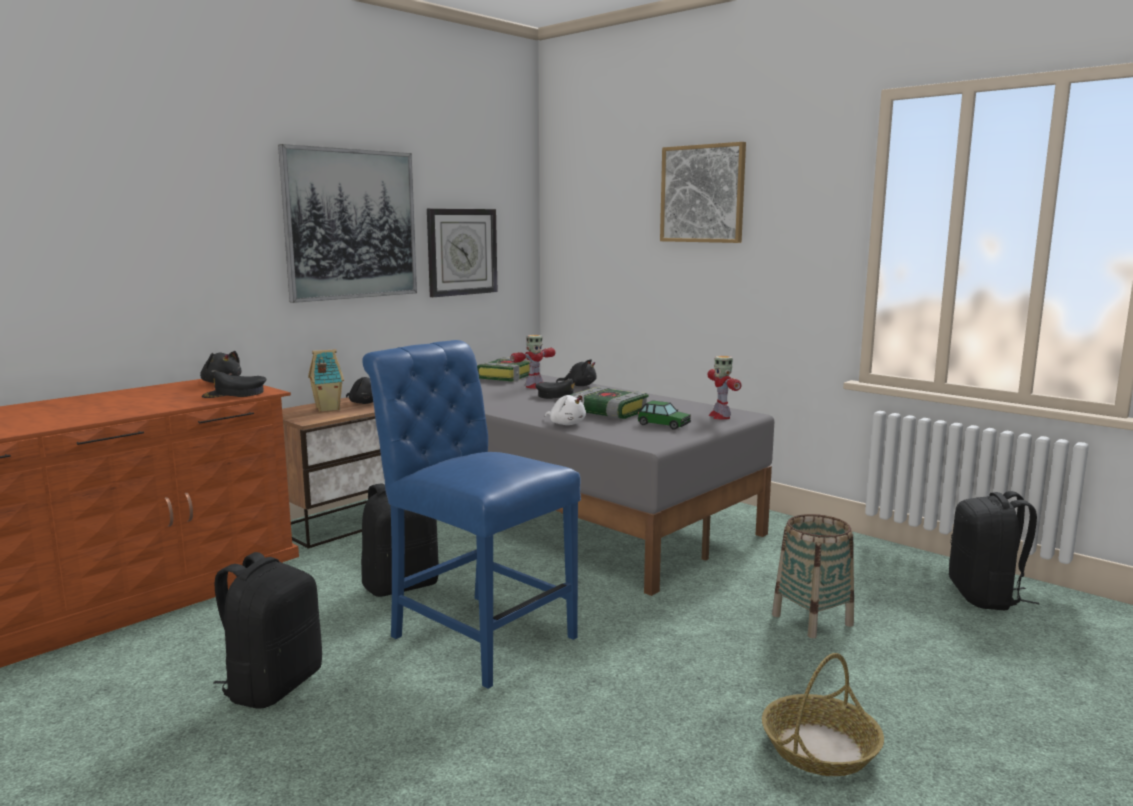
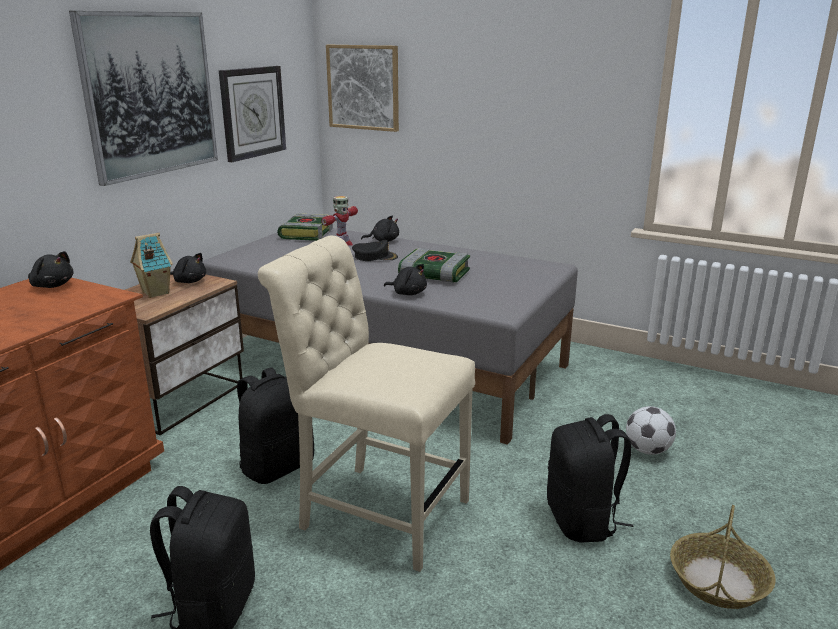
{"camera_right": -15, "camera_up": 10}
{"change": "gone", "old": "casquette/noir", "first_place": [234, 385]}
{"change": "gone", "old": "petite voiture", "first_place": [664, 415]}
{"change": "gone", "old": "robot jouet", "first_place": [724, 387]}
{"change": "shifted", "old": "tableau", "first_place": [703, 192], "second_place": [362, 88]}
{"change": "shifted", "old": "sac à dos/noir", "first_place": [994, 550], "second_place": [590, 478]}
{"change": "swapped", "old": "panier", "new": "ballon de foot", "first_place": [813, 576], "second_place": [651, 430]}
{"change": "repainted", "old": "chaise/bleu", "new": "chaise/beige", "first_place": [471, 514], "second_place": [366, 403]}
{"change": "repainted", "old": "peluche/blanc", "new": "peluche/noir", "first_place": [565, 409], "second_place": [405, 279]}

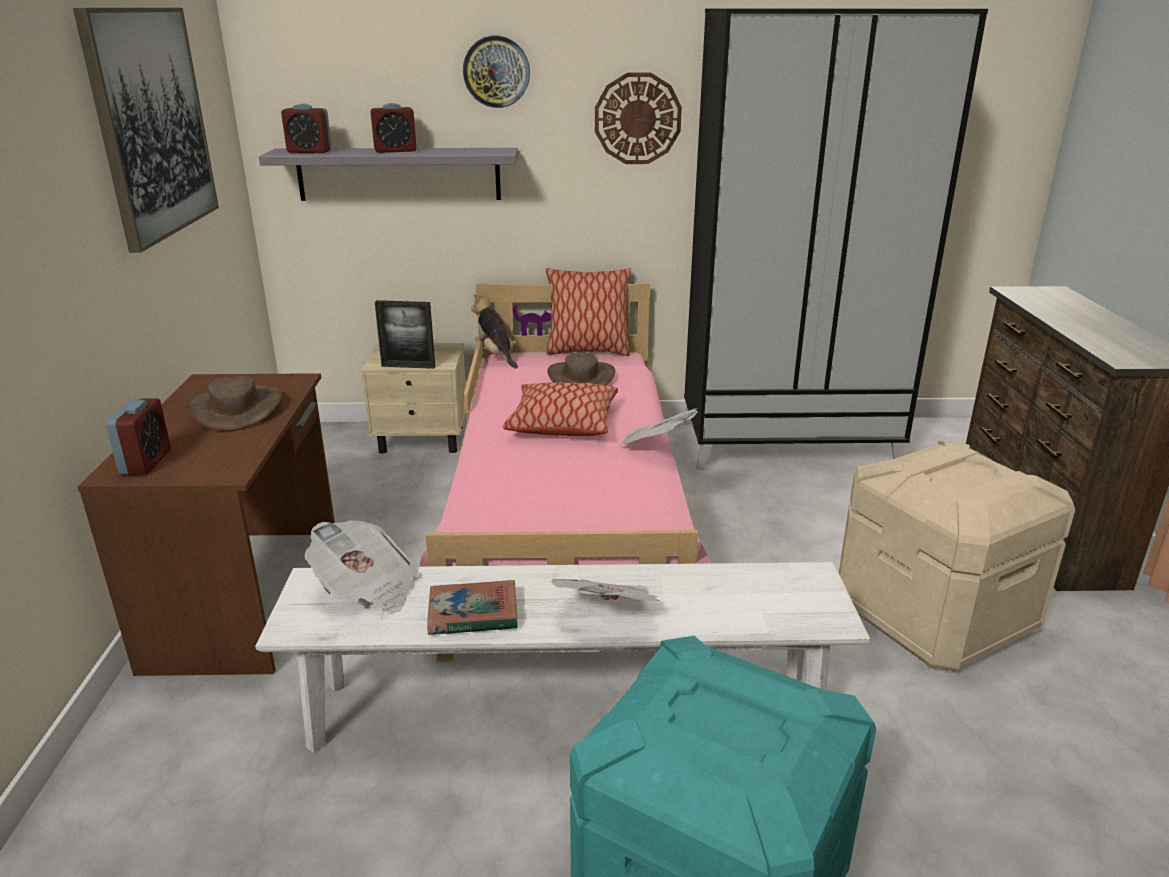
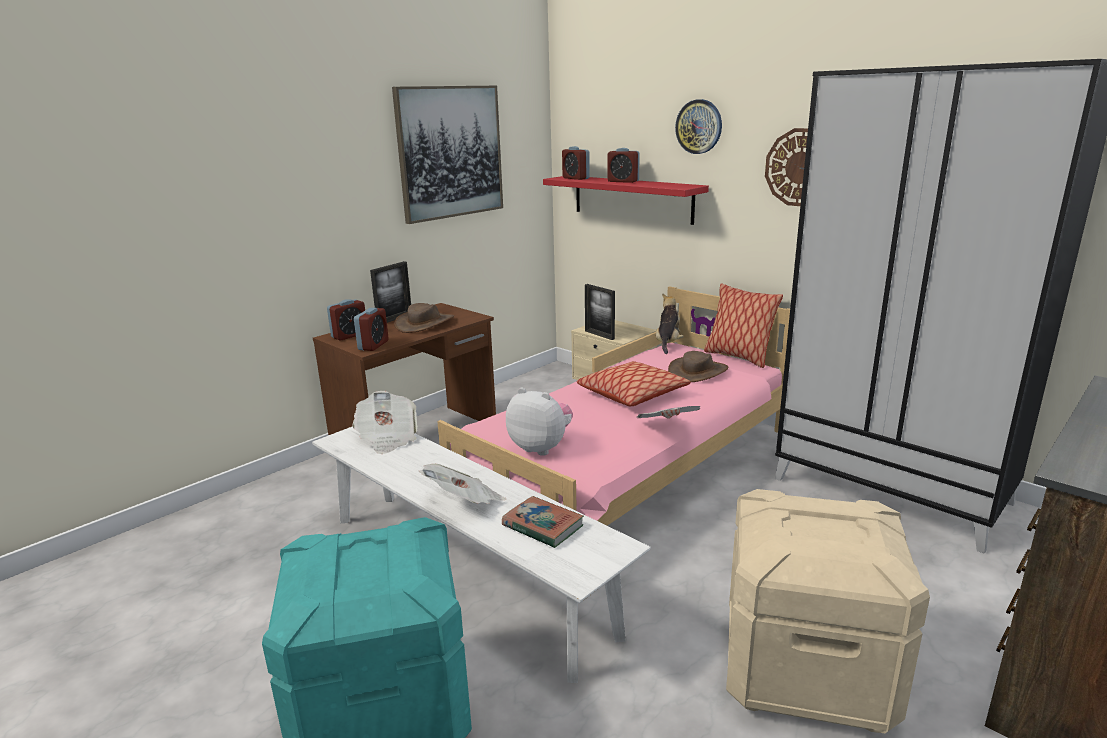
{"camera_right": 45, "camera_up": -5}
{"change": "new", "new": "réveil", "second_place": [371, 329]}
{"change": "new", "new": "cadre photo", "second_place": [390, 292]}
{"change": "new", "new": "peluche", "second_place": [539, 421]}
{"change": "shifted", "old": "livre", "first_place": [472, 607], "second_place": [543, 522]}
{"change": "repainted", "old": "étagère/gris", "new": "étagère/rouge", "first_place": [388, 174], "second_place": [626, 200]}

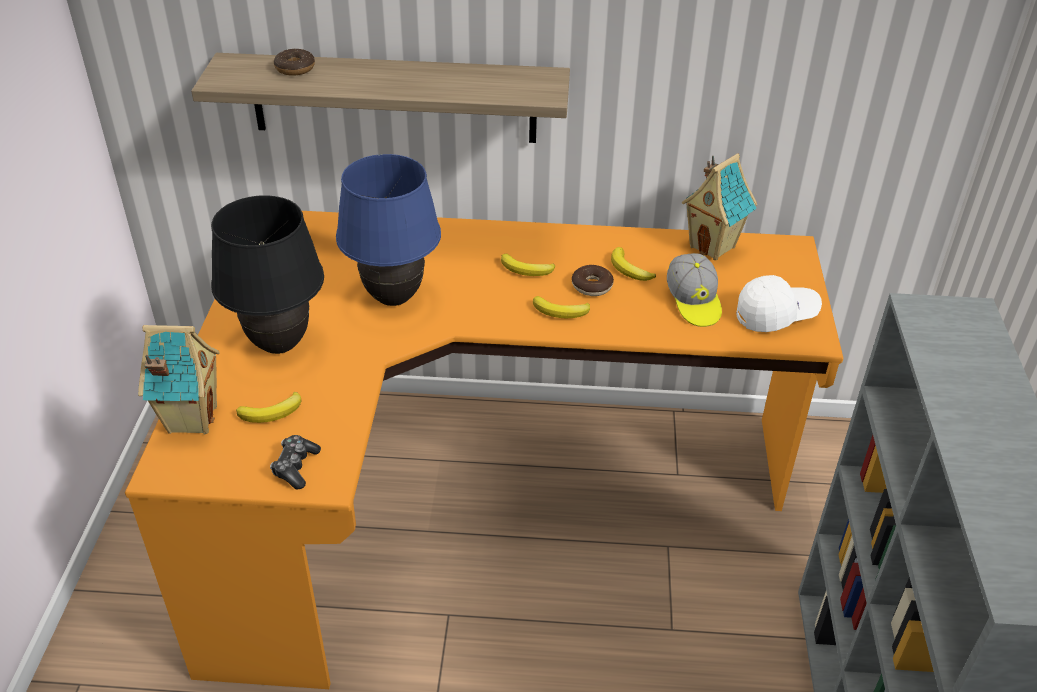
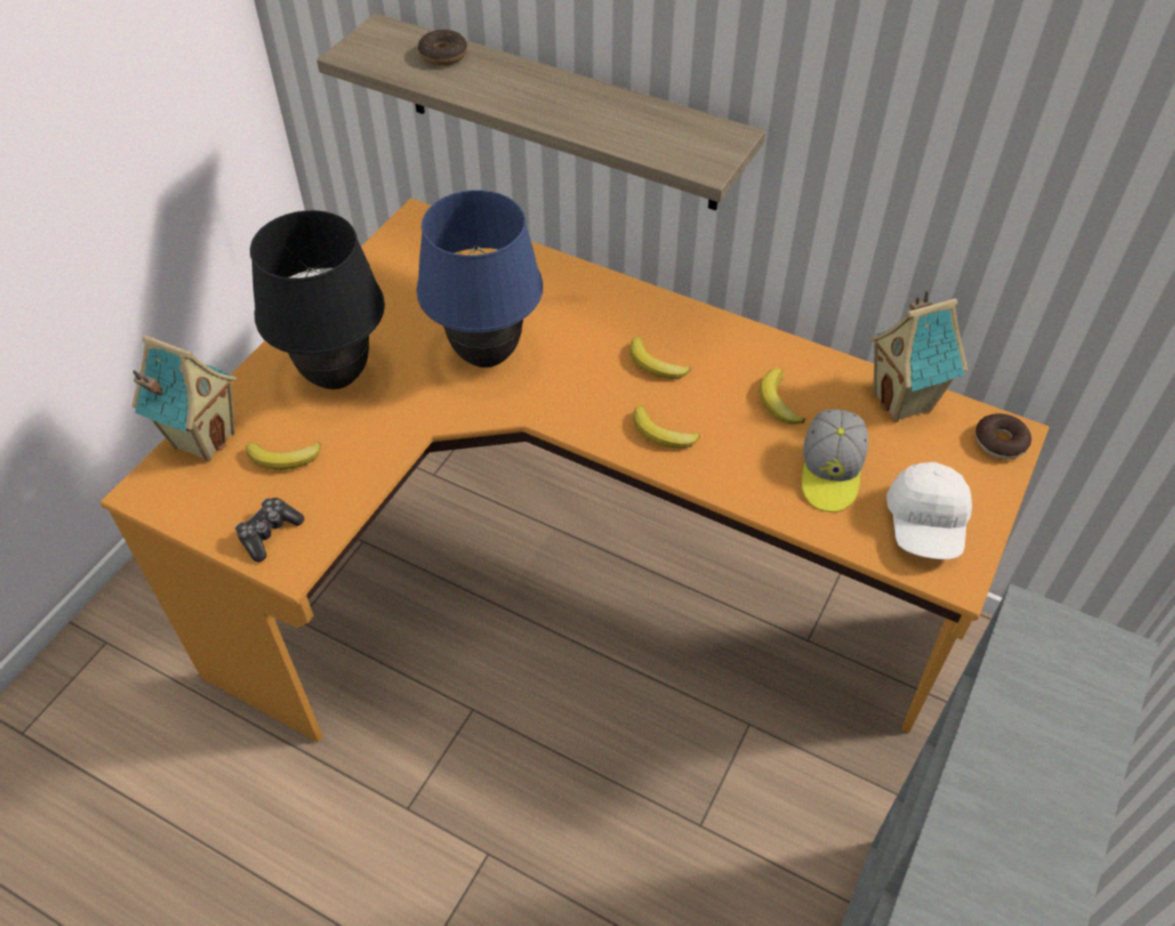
{"camera_right": 25, "camera_up": 10}
{"change": "shifted", "old": "beignet", "first_place": [593, 280], "second_place": [1003, 436]}
{"change": "rotated", "old": "casquette/blanc", "first_place": [779, 303], "second_place": [929, 510], "degrees": 90}

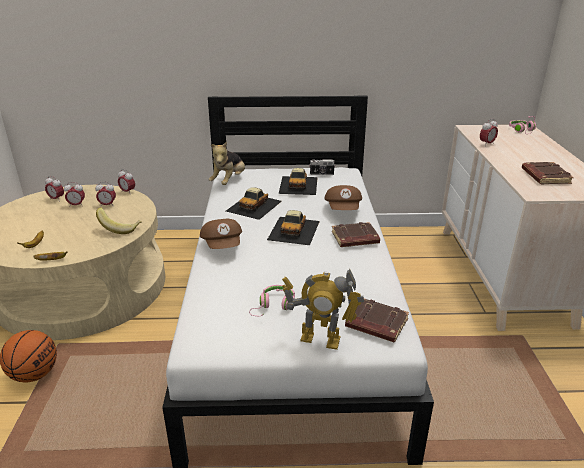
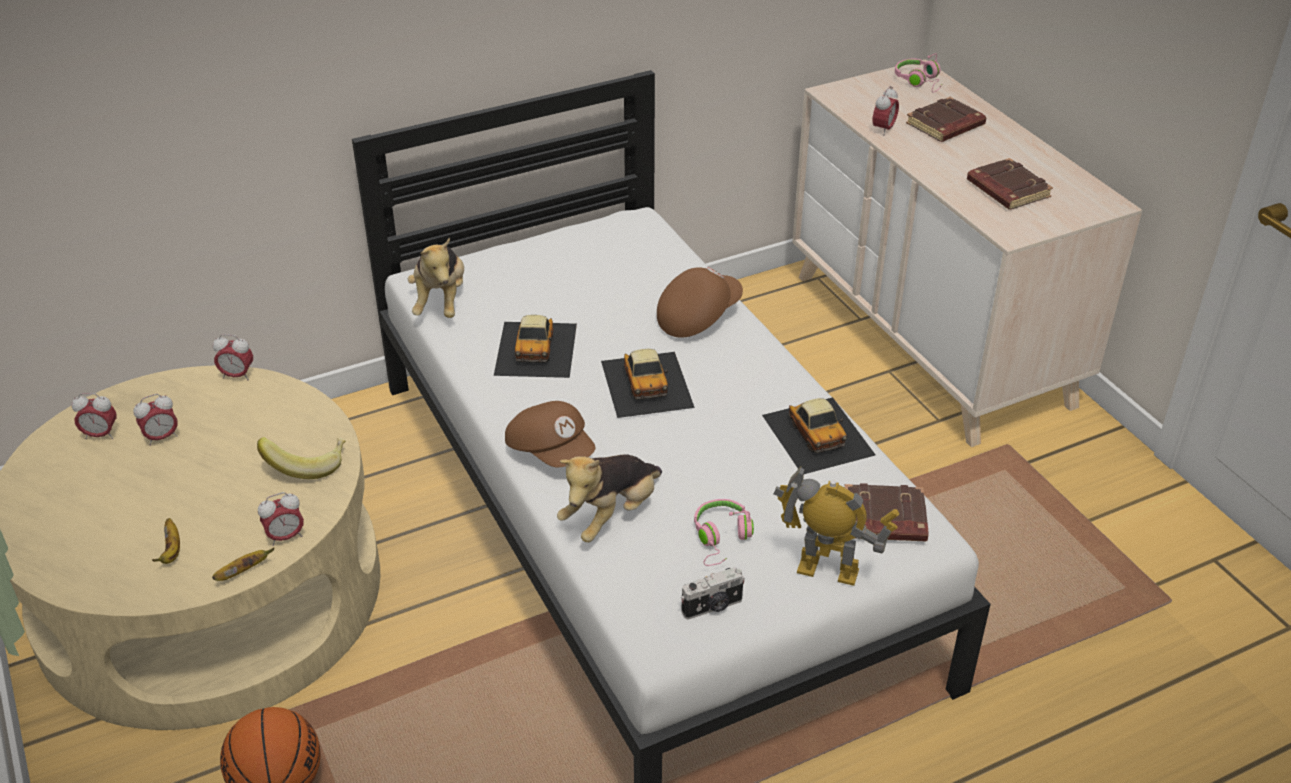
{"camera_right": -25, "camera_up": 10}
{"change": "new", "new": "peluche", "second_place": [609, 498]}
{"change": "shifted", "old": "réveil", "first_place": [105, 194], "second_place": [281, 519]}
{"change": "shifted", "old": "petite voiture", "first_place": [298, 181], "second_place": [818, 435]}
{"change": "shifted", "old": "appareil photo", "first_place": [322, 167], "second_place": [713, 593]}
{"change": "shifted", "old": "livre/marron", "first_place": [356, 234], "second_place": [946, 119]}
{"change": "rotated", "old": "robot jouet", "first_place": [323, 309], "second_place": [836, 525], "degrees": -150}
{"change": "rotated", "old": "casquette/marron", "first_place": [343, 197], "second_place": [700, 302], "degrees": -105}

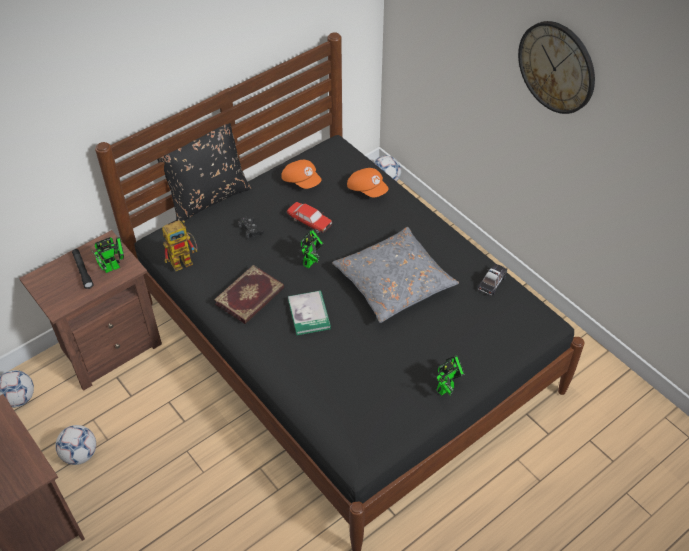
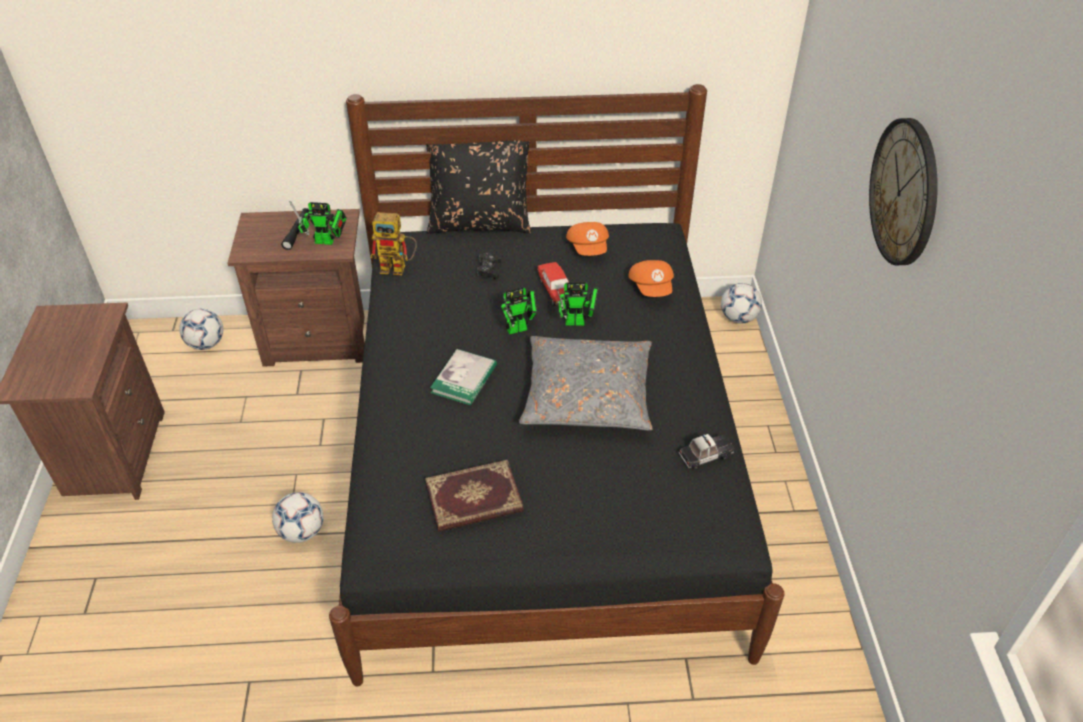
{"camera_right": 35, "camera_up": -5}
{"change": "shifted", "old": "ballon de foot", "first_place": [75, 445], "second_place": [297, 517]}
{"change": "shifted", "old": "livre", "first_place": [249, 294], "second_place": [474, 496]}
{"change": "shifted", "old": "robot jouet", "first_place": [451, 375], "second_place": [577, 304]}

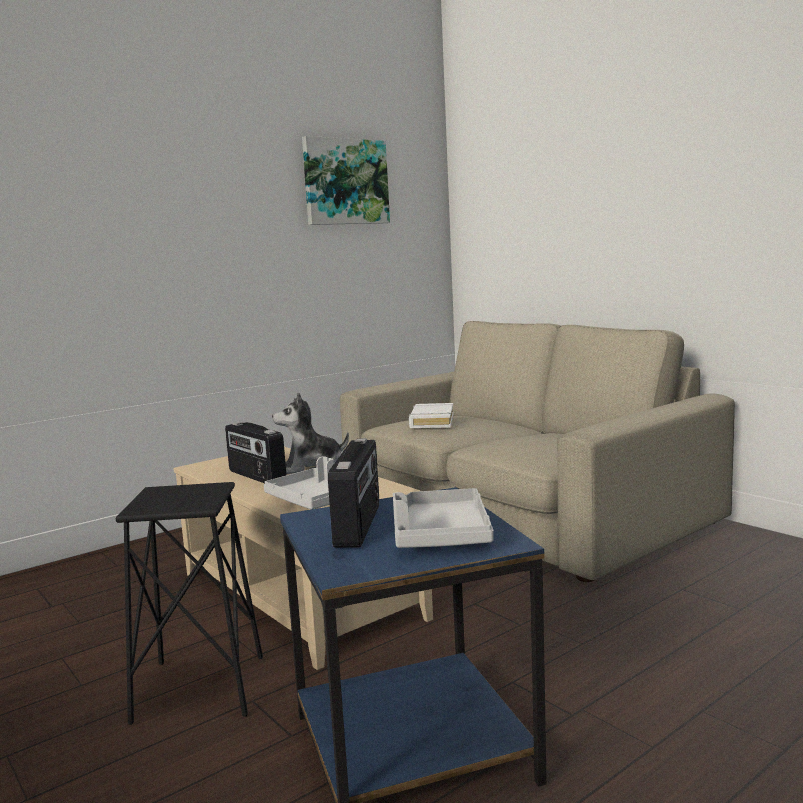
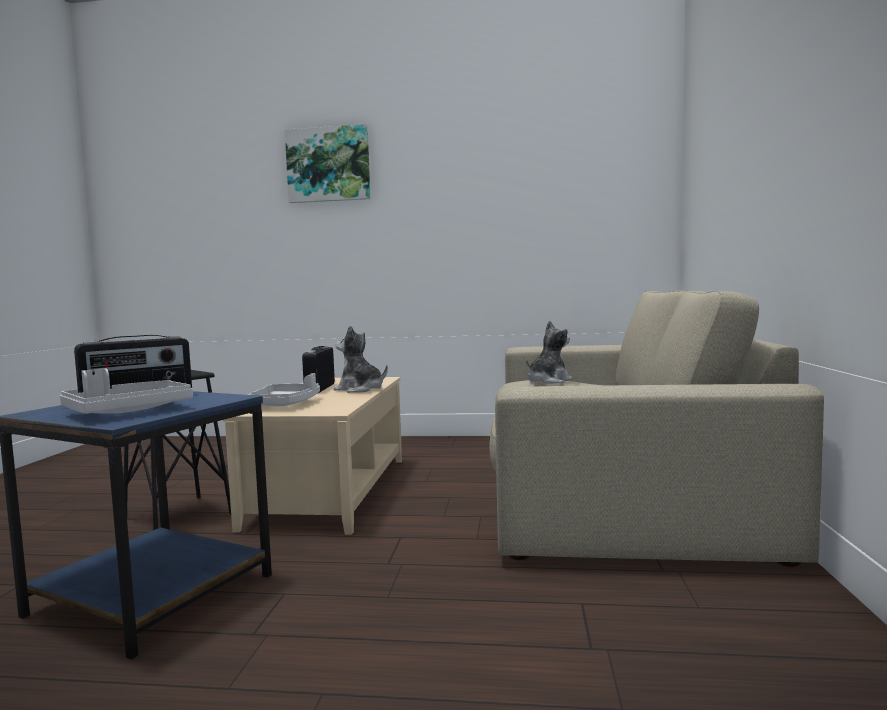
{"camera_right": 45, "camera_up": -5}
{"change": "shifted", "old": "tableau", "first_place": [346, 180], "second_place": [328, 163]}
{"change": "swapped", "old": "livre/blanc", "new": "peluche", "first_place": [431, 415], "second_place": [549, 352]}

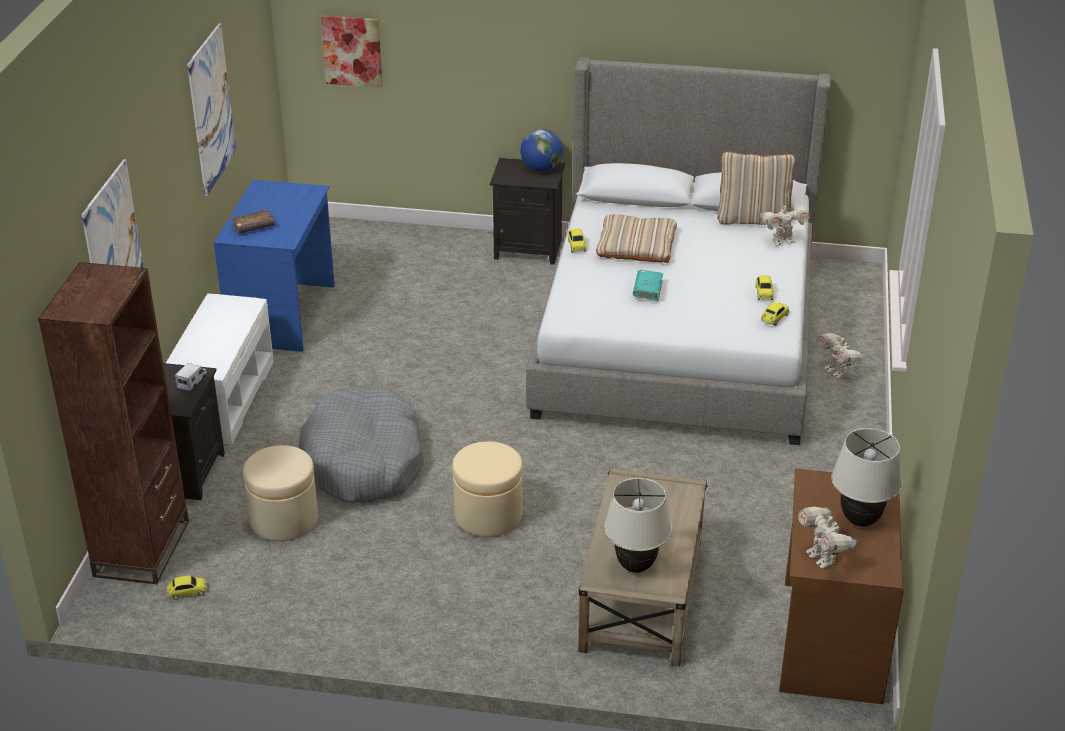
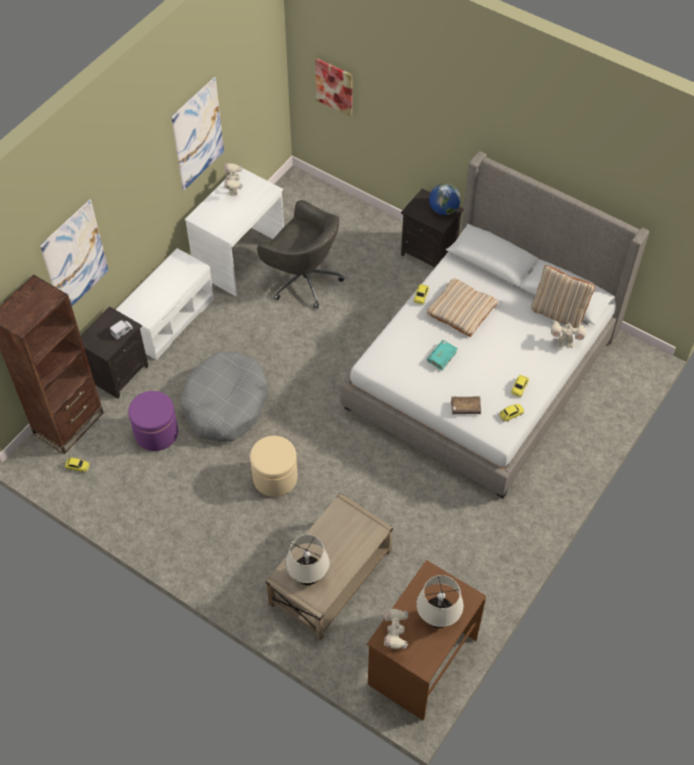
{"camera_right": 25, "camera_up": 20}
{"change": "new", "new": "chaise de bureau/gris", "second_place": [300, 254]}
{"change": "shifted", "old": "livre/marron", "first_place": [253, 221], "second_place": [466, 405]}
{"change": "shifted", "old": "robot jouet", "first_place": [841, 355], "second_place": [233, 179]}
{"change": "repainted", "old": "bureau/bleu", "new": "bureau/blanc", "first_place": [274, 266], "second_place": [234, 232]}
{"change": "repainted", "old": "pouf/beige", "new": "pouf/violet", "first_place": [280, 493], "second_place": [153, 421]}

